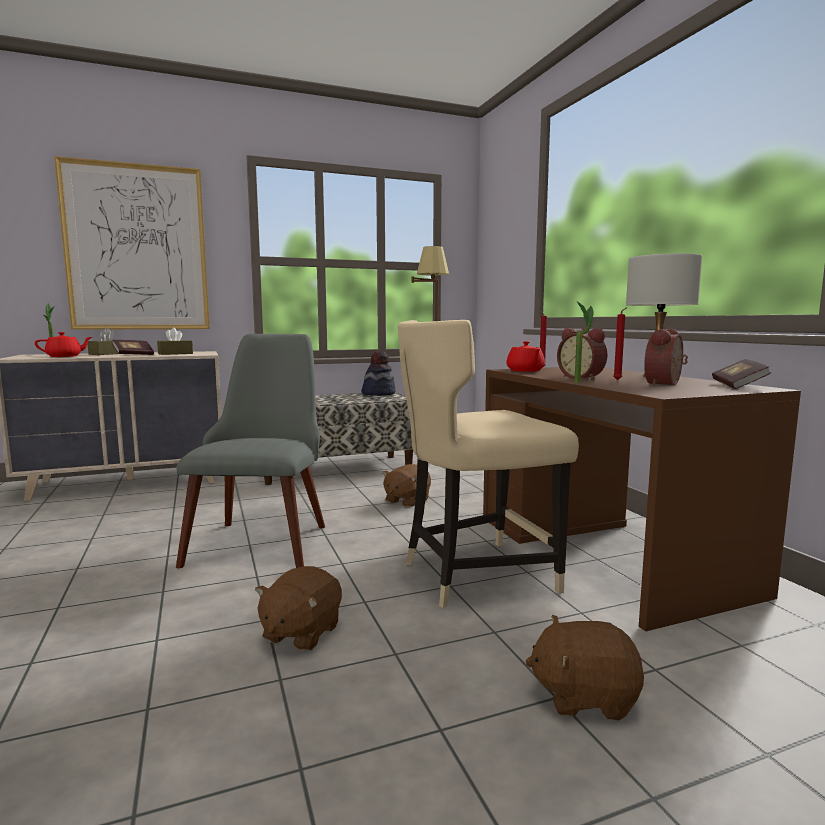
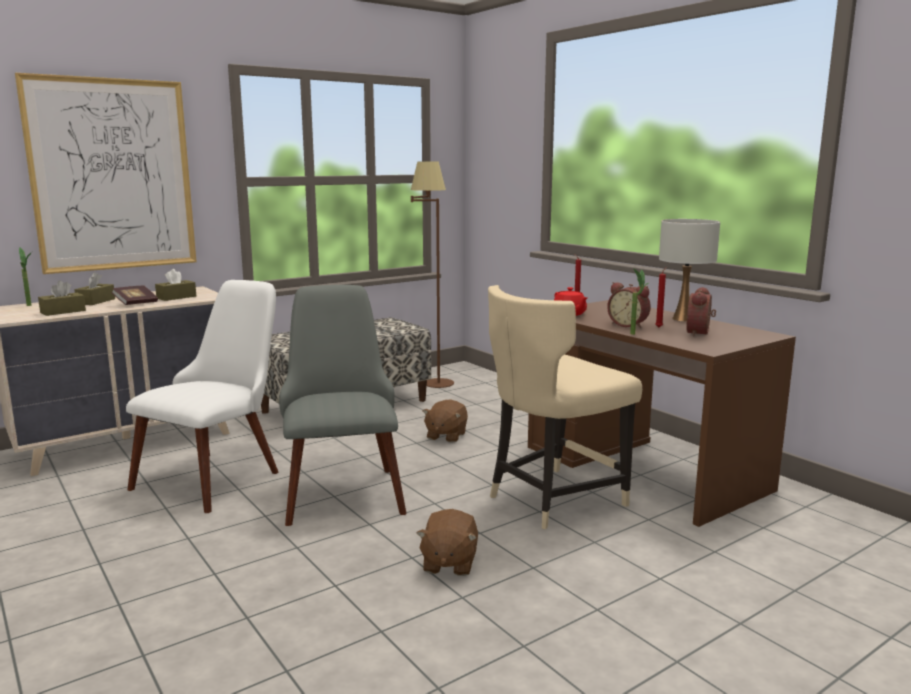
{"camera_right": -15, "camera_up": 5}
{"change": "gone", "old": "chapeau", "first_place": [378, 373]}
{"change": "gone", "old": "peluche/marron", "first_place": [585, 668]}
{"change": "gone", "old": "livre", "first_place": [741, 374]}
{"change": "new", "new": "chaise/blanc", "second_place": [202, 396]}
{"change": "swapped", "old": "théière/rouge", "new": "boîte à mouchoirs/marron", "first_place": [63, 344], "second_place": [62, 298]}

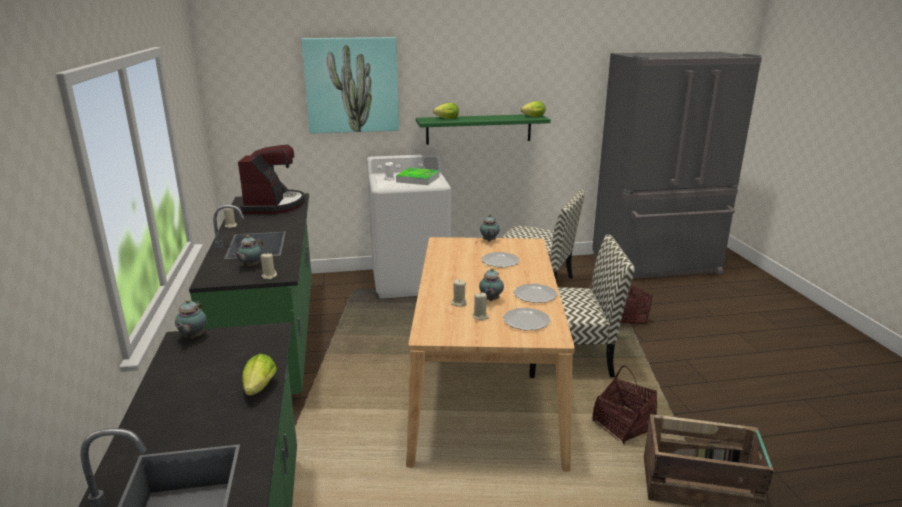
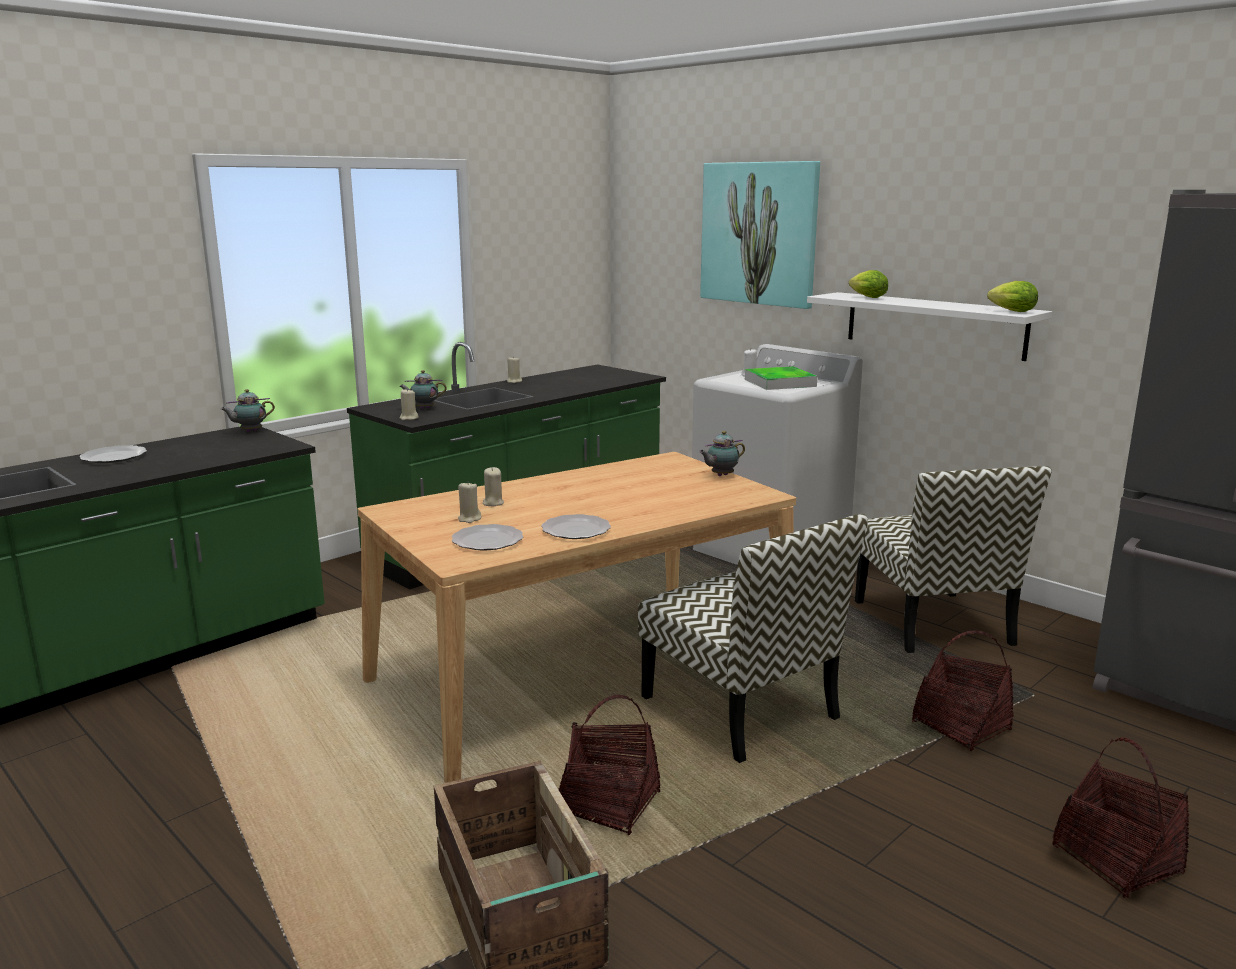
{"camera_right": 55, "camera_up": -5}
{"change": "gone", "old": "machine à café", "first_place": [271, 179]}
{"change": "gone", "old": "laitue", "first_place": [259, 374]}
{"change": "gone", "old": "théière", "first_place": [491, 284]}
{"change": "new", "new": "panier", "second_place": [1121, 817]}
{"change": "shifted", "old": "assiette", "first_place": [501, 259], "second_place": [113, 454]}
{"change": "repainted", "old": "étagère/vert", "new": "étagère/blanc", "first_place": [483, 129], "second_place": [929, 326]}

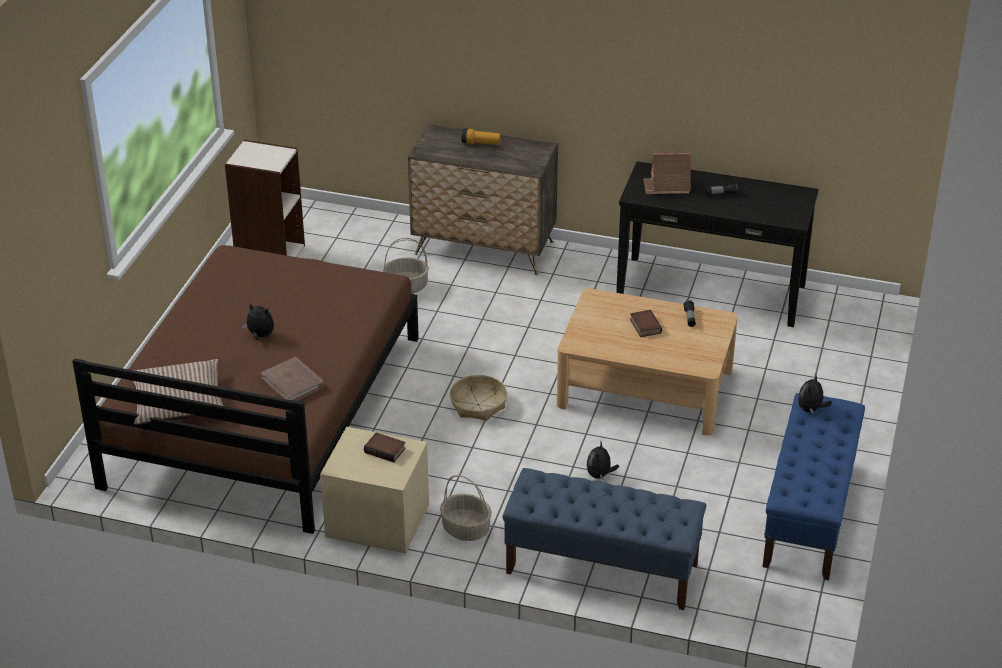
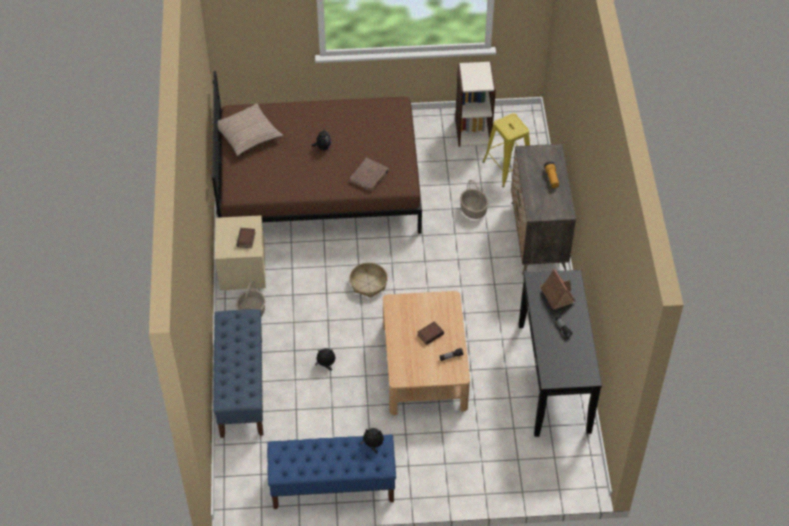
{"camera_right": 70, "camera_up": 15}
{"change": "new", "new": "tabouret/jaune", "second_place": [506, 150]}
{"change": "shifted", "old": "livre/marron", "first_place": [293, 379], "second_place": [369, 174]}

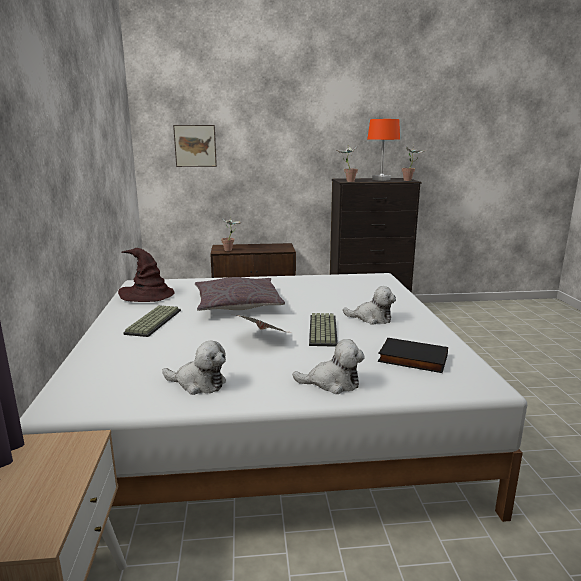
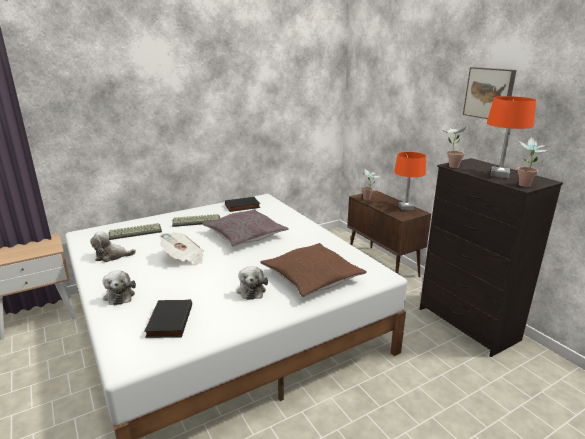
{"camera_right": 65, "camera_up": 5}
{"change": "new", "new": "coussin/marron", "second_place": [313, 270]}
{"change": "new", "new": "lampe de table/orange", "second_place": [410, 181]}
{"change": "shifted", "old": "tableau", "first_place": [195, 146], "second_place": [490, 93]}
{"change": "shifted", "old": "clavier", "first_place": [323, 330], "second_place": [135, 231]}
{"change": "swapped", "old": "chapeau/marron", "new": "livre/noir", "first_place": [146, 275], "second_place": [242, 204]}
{"change": "rotated", "old": "peluche", "first_place": [194, 368], "second_place": [113, 246], "degrees": 90}

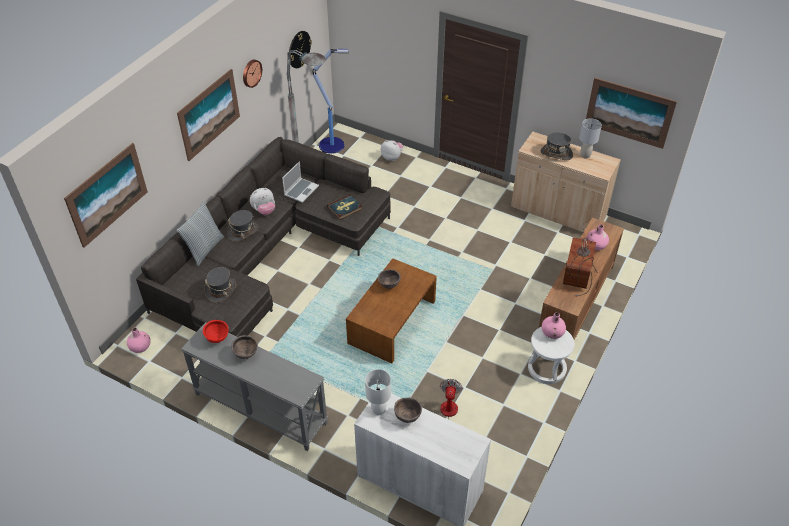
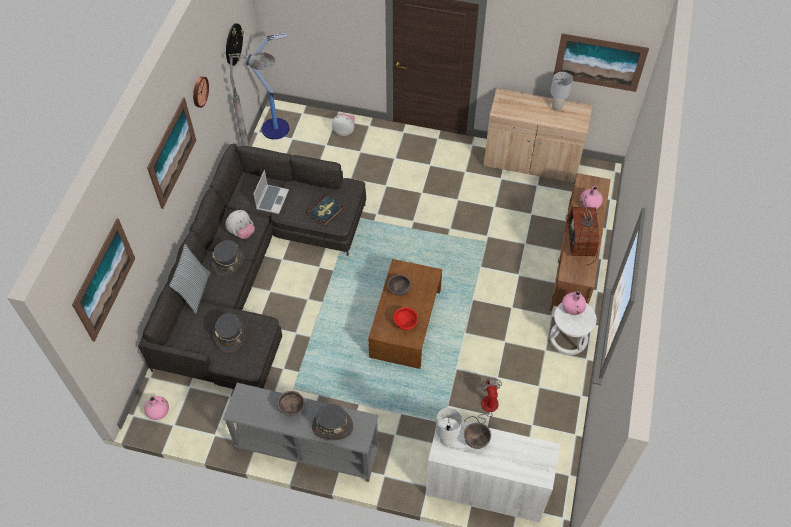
{"camera_right": -15, "camera_up": 10}
{"change": "shifted", "old": "bol/rouge", "first_place": [216, 331], "second_place": [405, 319]}
{"change": "shifted", "old": "chapeau/gris", "first_place": [557, 146], "second_place": [332, 422]}

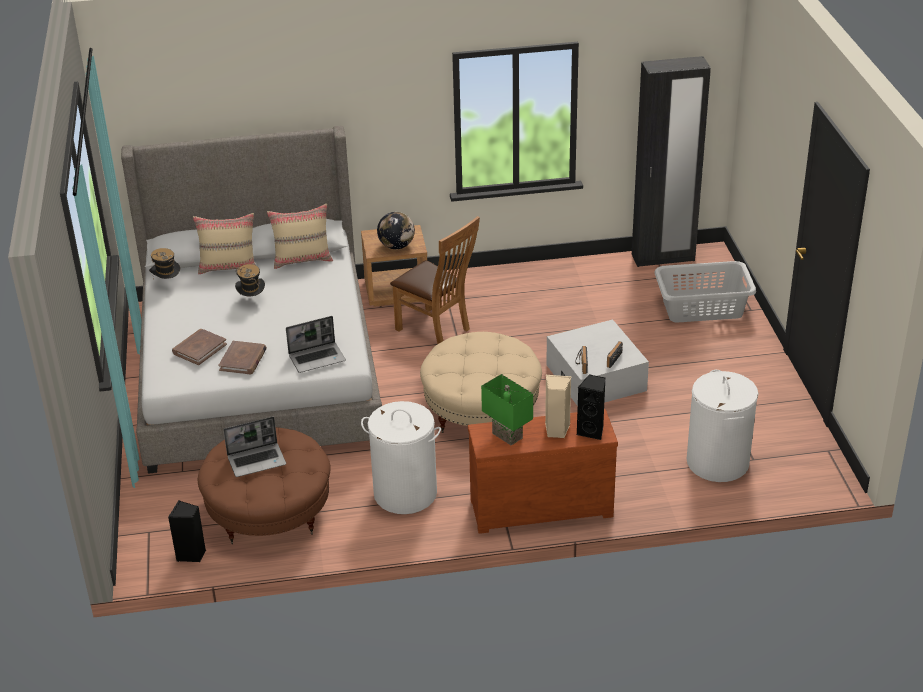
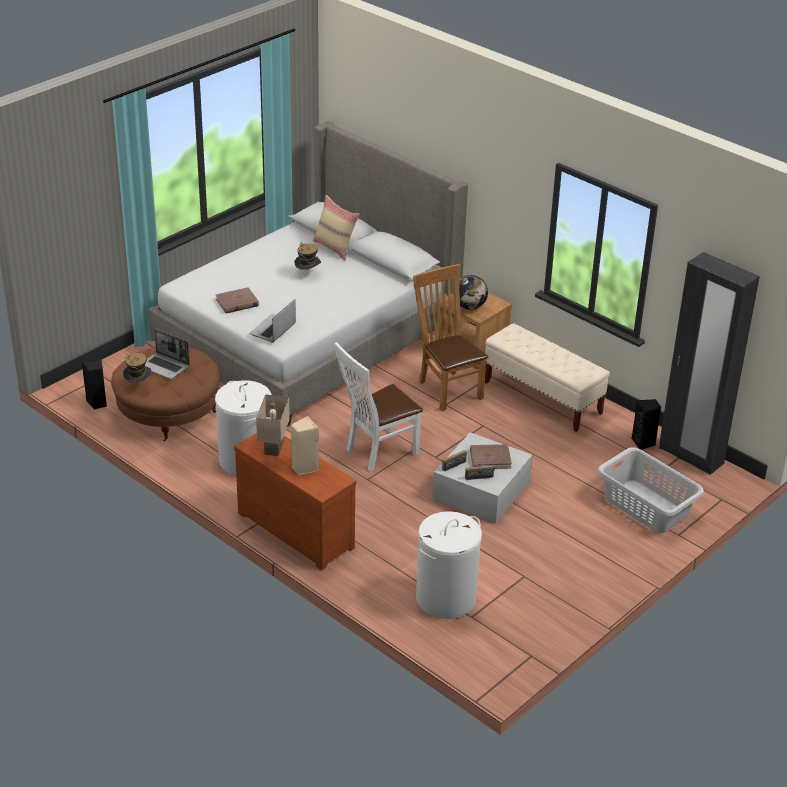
{"camera_right": 50, "camera_up": 0}
{"change": "gone", "old": "coussin/beige", "first_place": [300, 236]}
{"change": "new", "new": "banc/beige", "second_place": [547, 377]}
{"change": "shifted", "old": "chapeau", "first_place": [164, 263], "second_place": [137, 368]}
{"change": "shifted", "old": "livre/marron", "first_place": [199, 347], "second_place": [491, 456]}
{"change": "shifted", "old": "enceinte/noir", "first_place": [591, 407], "second_place": [646, 424]}
{"change": "swapped", "old": "pouf/beige", "new": "chaise/blanc", "first_place": [481, 382], "second_place": [379, 406]}
{"change": "repainted", "old": "lampe de table/vert", "new": "lampe de table/beige", "first_place": [507, 409], "second_place": [273, 425]}
{"change": "rotated", "old": "ordinateur portable", "first_place": [316, 344], "second_place": [272, 320], "degrees": 90}
{"change": "rotated", "old": "chaise/marron", "first_place": [435, 280], "second_place": [450, 337], "degrees": 150}

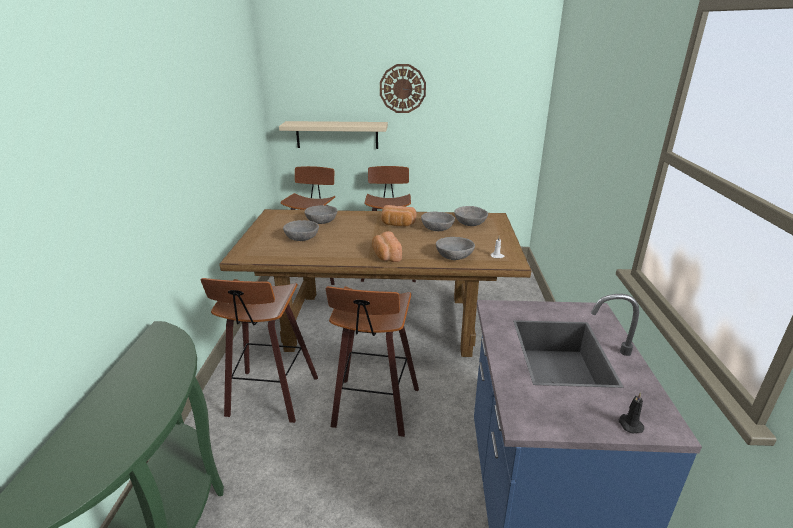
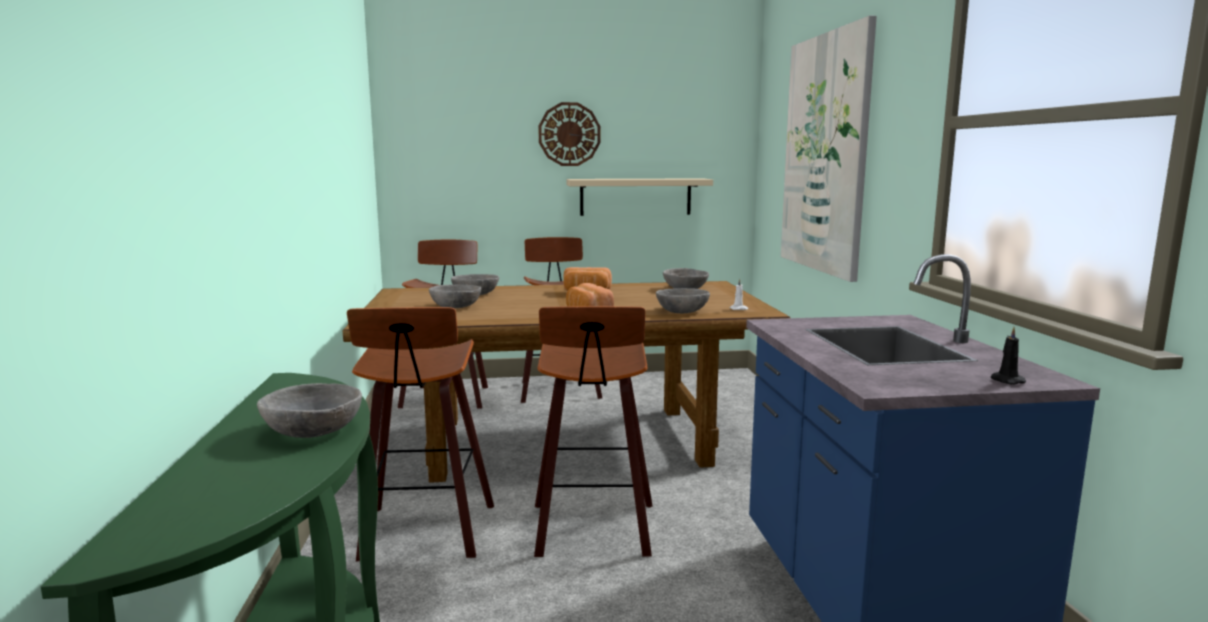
{"camera_right": -10, "camera_up": -15}
{"change": "new", "new": "tableau", "second_place": [829, 149]}
{"change": "shifted", "old": "étagère/beige", "first_place": [333, 135], "second_place": [639, 197]}
{"change": "shifted", "old": "bol/gris", "first_place": [438, 221], "second_place": [309, 410]}

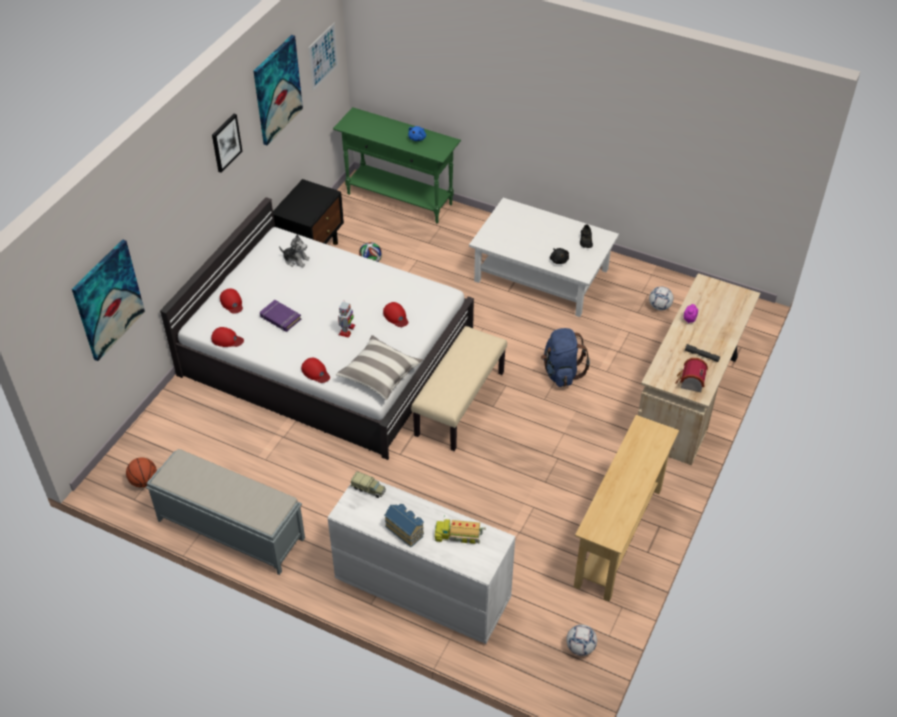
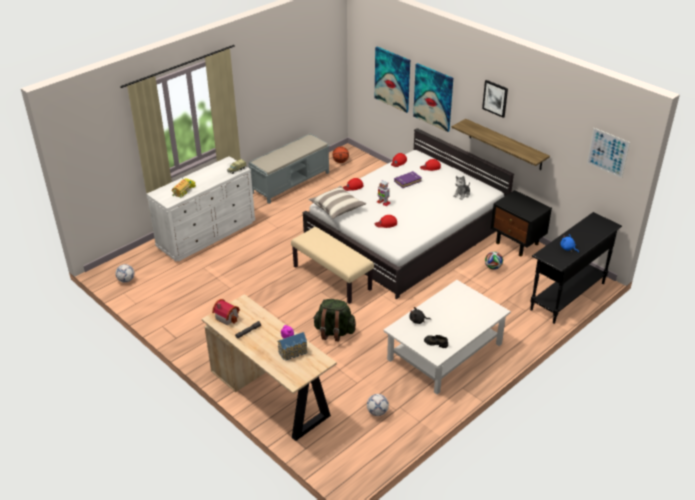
{"camera_right": 110, "camera_up": -10}
{"change": "gone", "old": "table console/beige", "first_place": [626, 508]}
{"change": "new", "new": "étagère", "second_place": [501, 144]}
{"change": "shifted", "old": "tableau", "first_place": [278, 90], "second_place": [433, 97]}
{"change": "shifted", "old": "maison miniature", "first_place": [404, 525], "second_place": [292, 346]}
{"change": "repainted", "old": "table console/vert", "new": "table console/noir", "first_place": [397, 165], "second_place": [576, 268]}
{"change": "repainted", "old": "sac à dos/bleu", "new": "sac à dos/vert", "first_place": [565, 357], "second_place": [334, 320]}

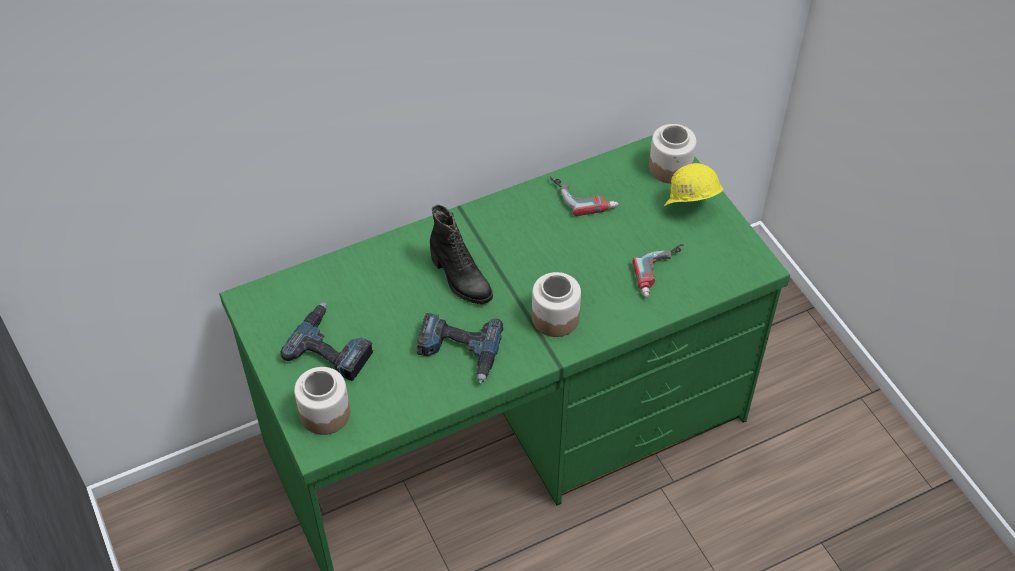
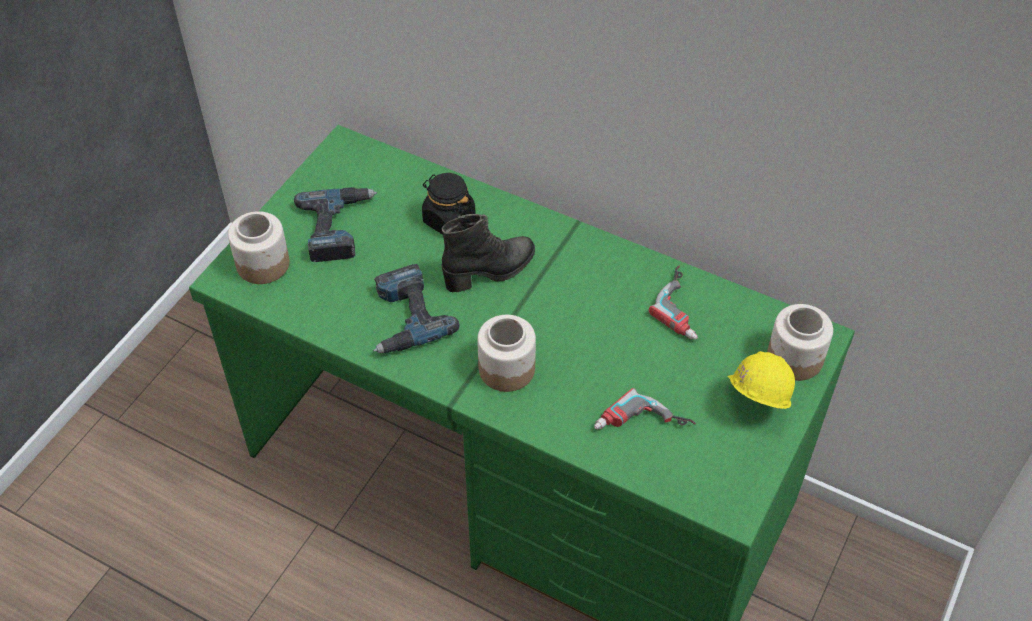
{"camera_right": 55, "camera_up": 0}
{"change": "new", "new": "bocal/noir", "second_place": [449, 203]}
{"change": "rotated", "old": "botte/noir", "first_place": [461, 254], "second_place": [488, 253], "degrees": -135}

